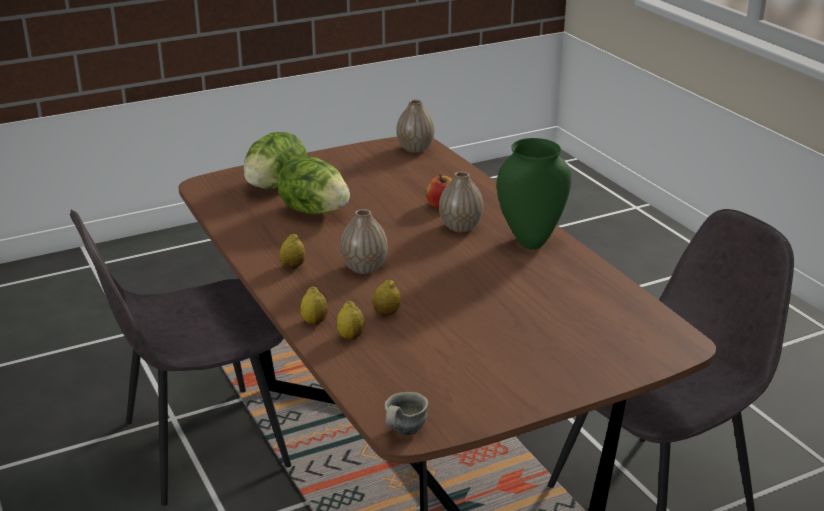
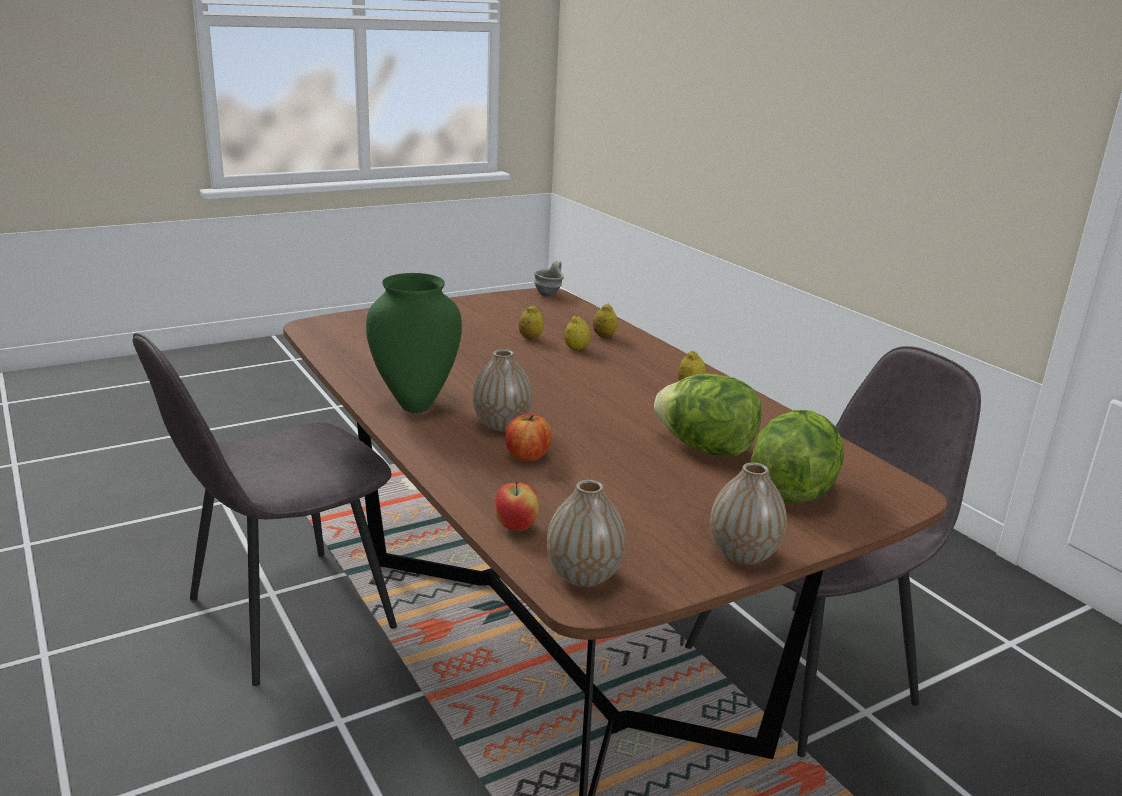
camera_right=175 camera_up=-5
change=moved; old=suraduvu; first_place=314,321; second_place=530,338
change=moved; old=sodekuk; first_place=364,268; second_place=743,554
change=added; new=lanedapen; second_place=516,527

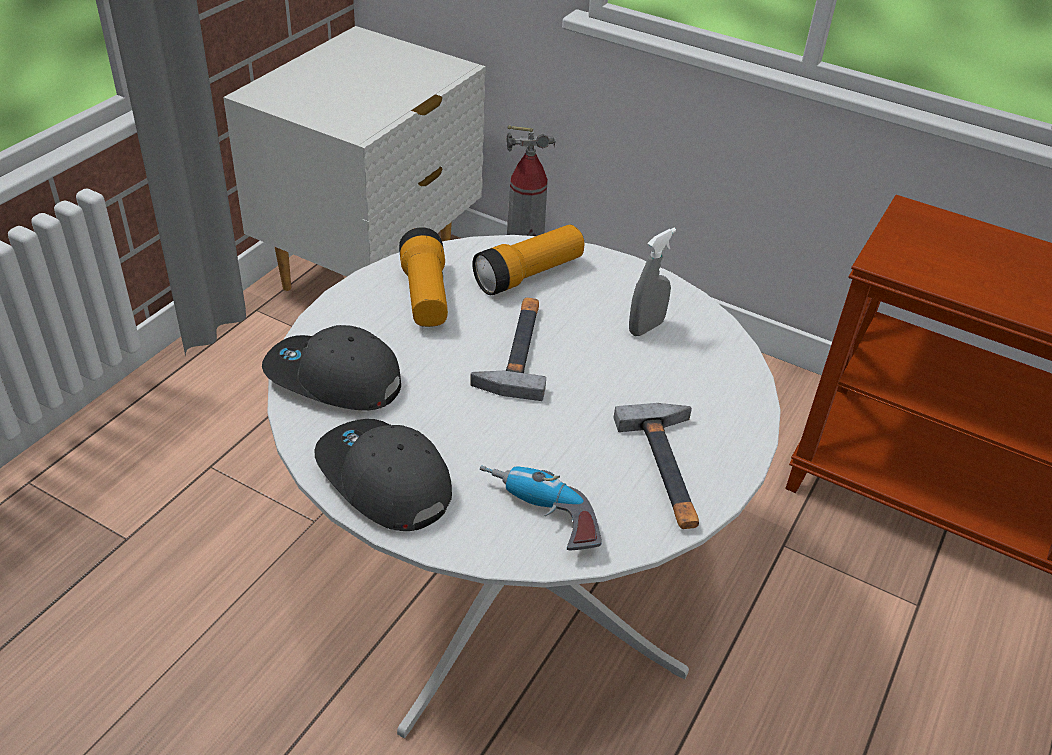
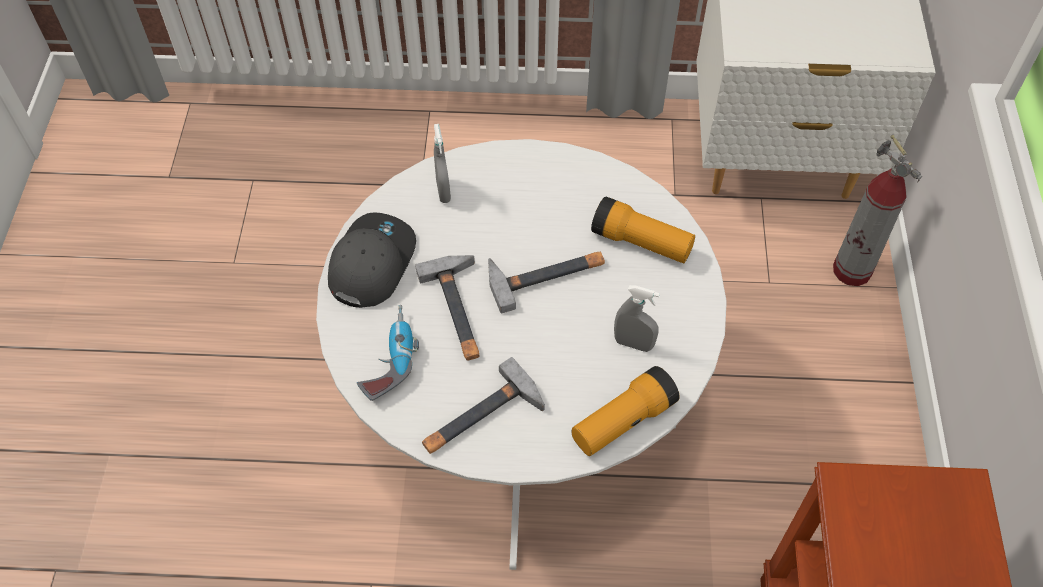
camera_right=65 camera_up=15
change=replaced; old=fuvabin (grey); new=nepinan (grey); first_place=333,379; second_place=443,191
change=moved; old=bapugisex; first_place=425,296; second_place=622,421
change=added; new=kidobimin; second_place=459,310

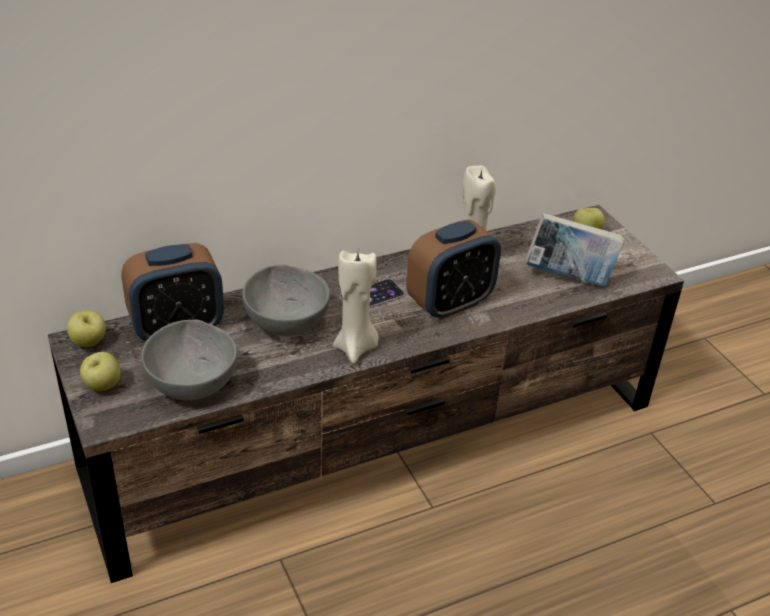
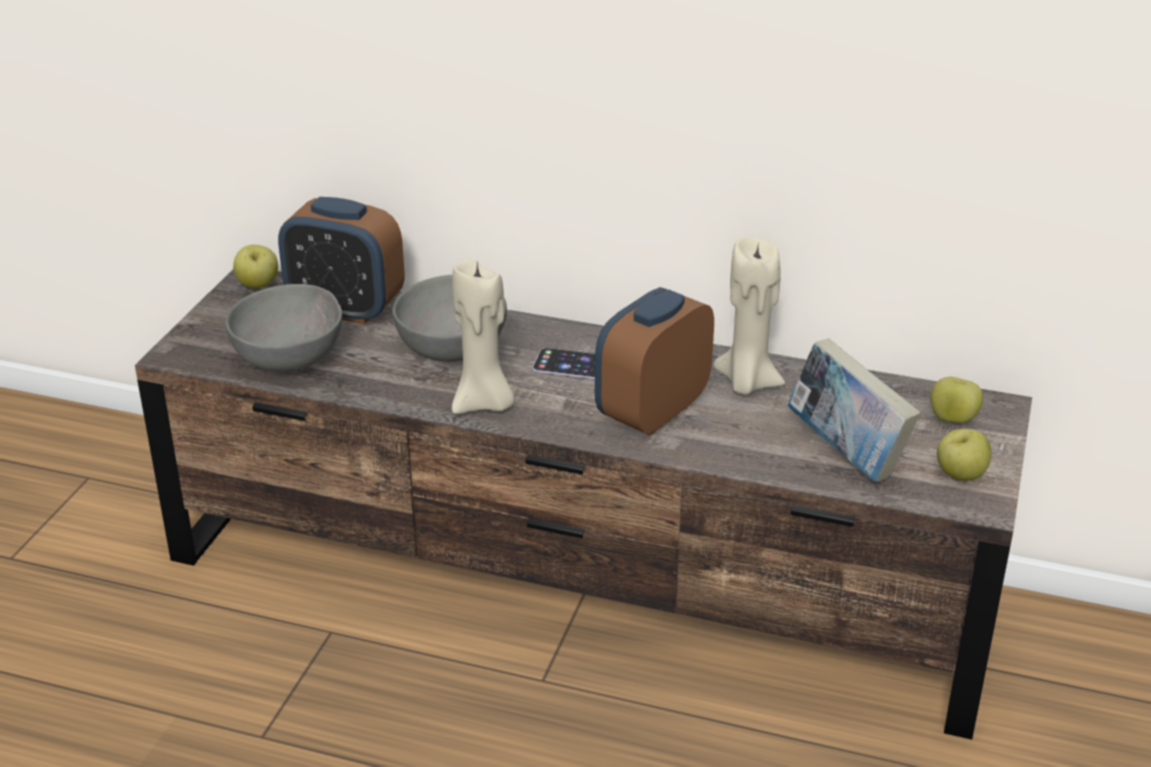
camera_right=45 camera_up=-5
change=moved; old=lanedapen; first_place=103,386; second_place=960,475
change=turned; old=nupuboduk; first_place=450,303; second_place=652,412; degrees=120

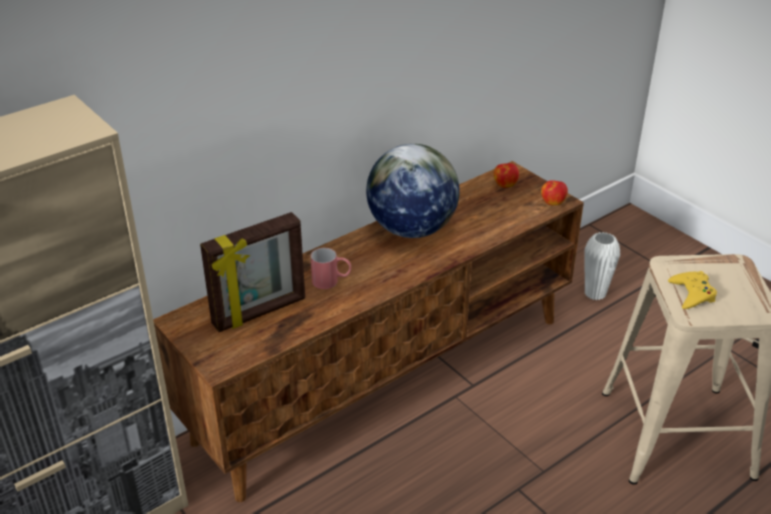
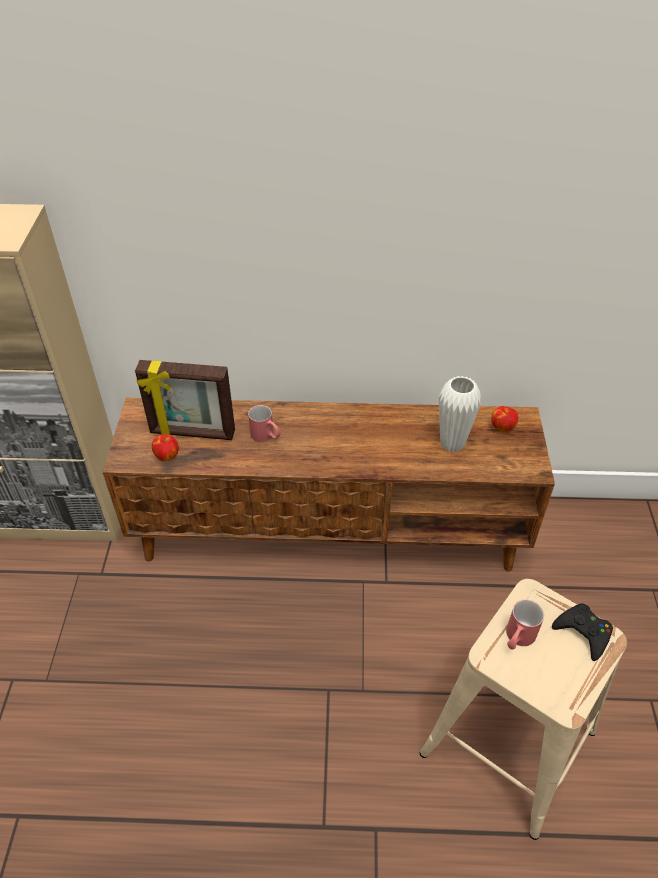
camera_right=40 camera_up=10
change=removed; old=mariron; first_place=411,229
change=moved; old=lanedapen; first_place=553,202; second_place=167,456
change=moved; old=sodekuk (white); first_place=595,293; second_place=452,443
change=replaced; old=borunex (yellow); new=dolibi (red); first_place=692,294; second_place=517,639
change=added; new=borunex (black); second_place=583,632

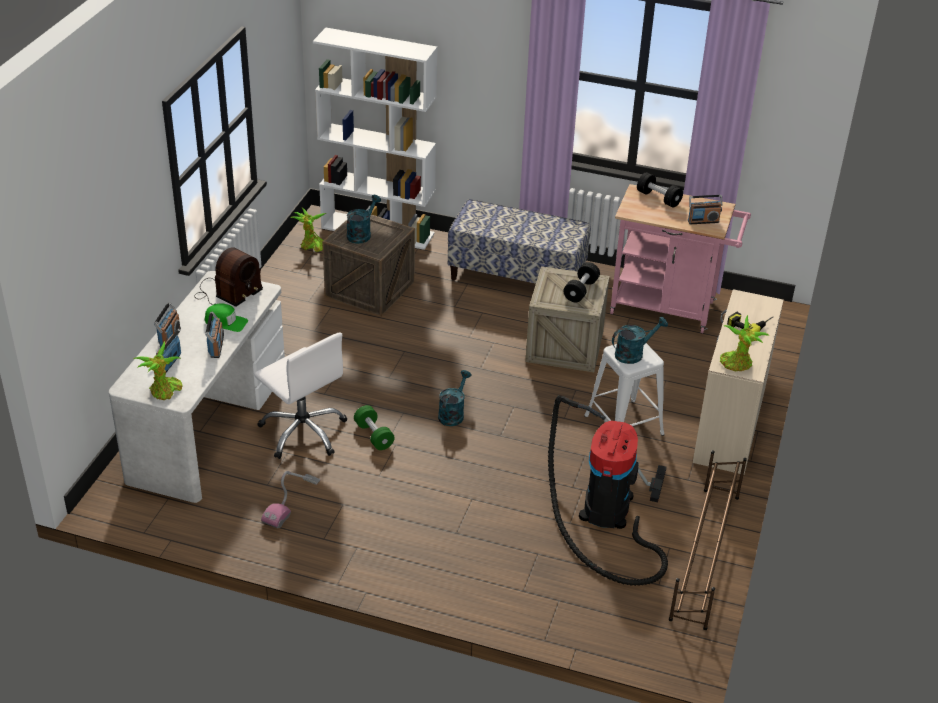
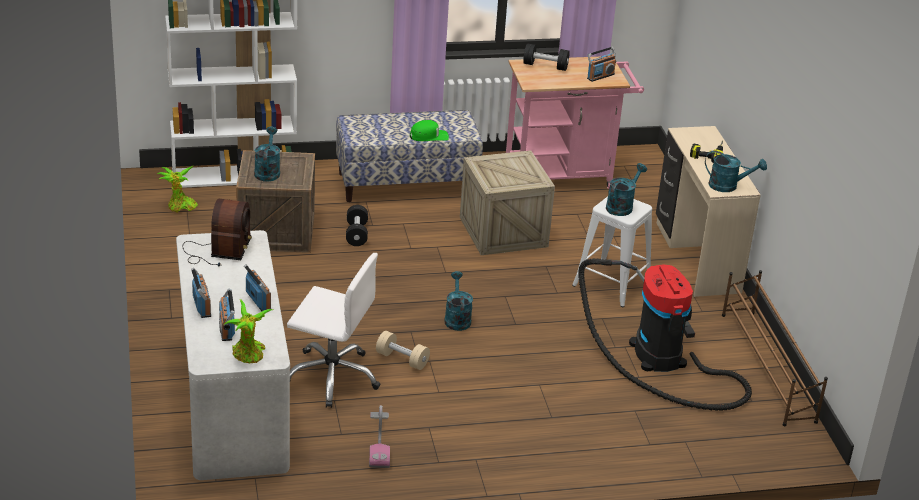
camera_right=-30 camera_up=-5
change=moved; old=fuvabin (green); first_place=226,322; second_place=429,136
change=recoloured; old=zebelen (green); new=zebelen (beige); first_place=374,435; second_place=402,359
change=moved; old=zebelen (black); first_place=581,290; second_place=356,234
change=replaced; old=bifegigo; new=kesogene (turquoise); first_place=737,364; second_place=728,186

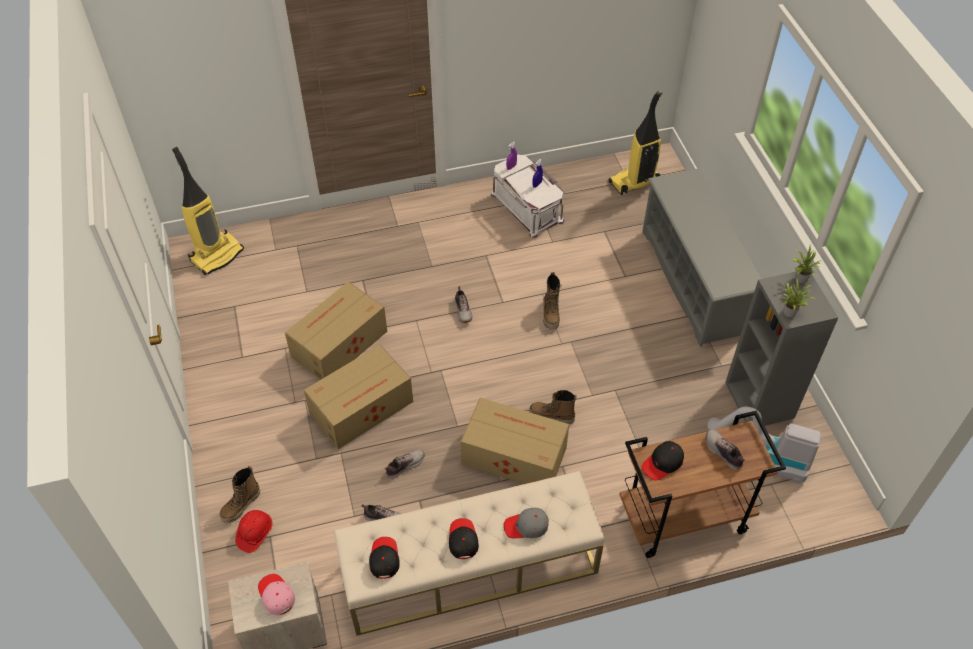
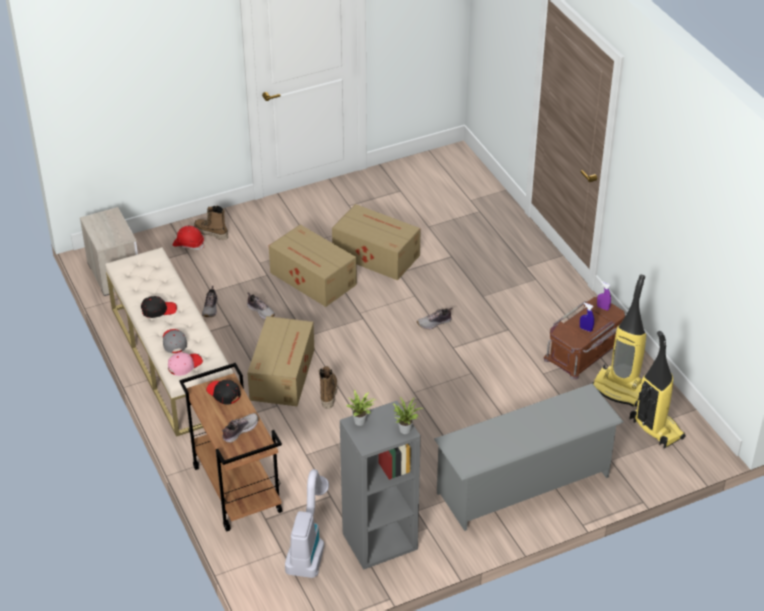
camera_right=80 camera_up=-10
change=moved; old=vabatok; first_place=217,255; second_place=619,389
change=moved; old=fuvabin (pink); first_place=276,595; second_place=184,365
change=removed; old=fuvabin (black); first_place=384,559
change=recoloured; old=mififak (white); new=mififak (brown); first_place=528,207; second_place=585,351
change=removed; old=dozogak; first_place=551,314

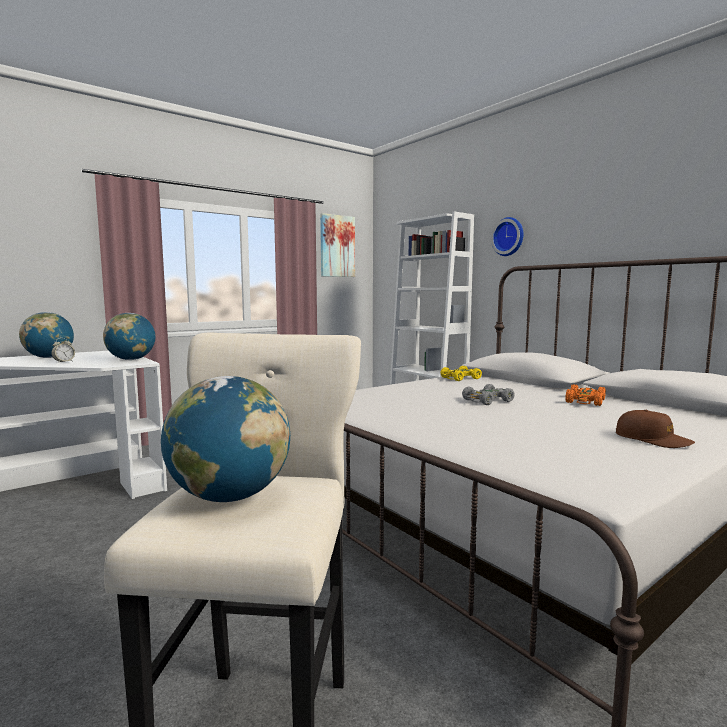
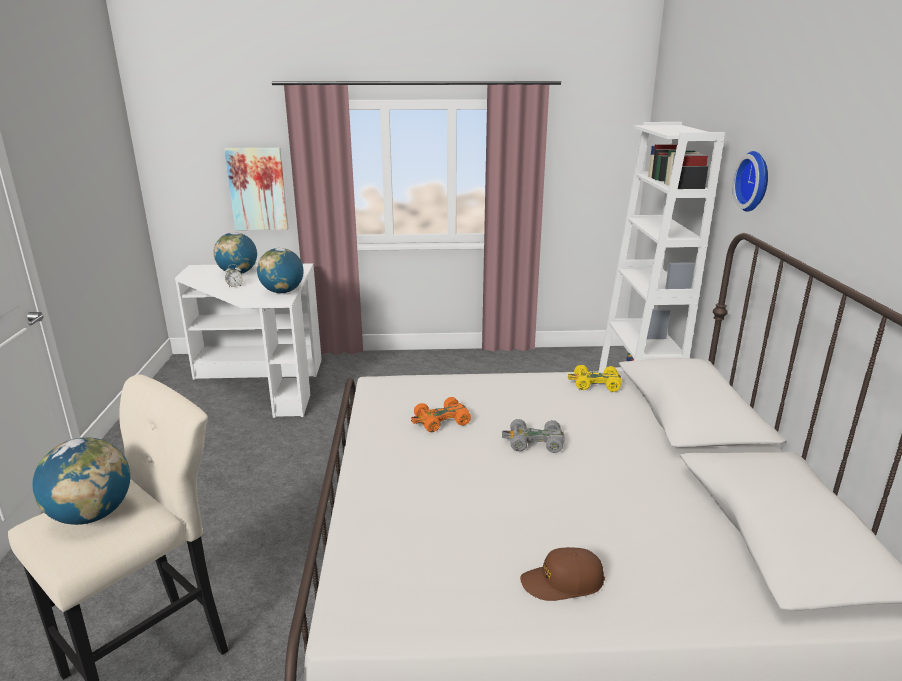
camera_right=35 camera_up=15
change=moved; old=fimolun; first_place=337,246; second_place=257,189
change=moved; old=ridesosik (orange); first_place=585,401; second_place=441,421
change=turned; old=fuvabin (brown); first_place=652,439; second_place=562,582; degrees=90

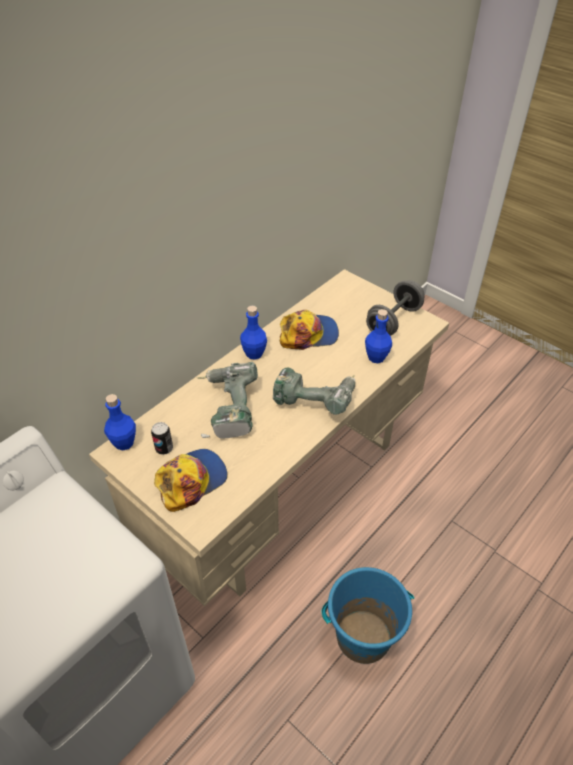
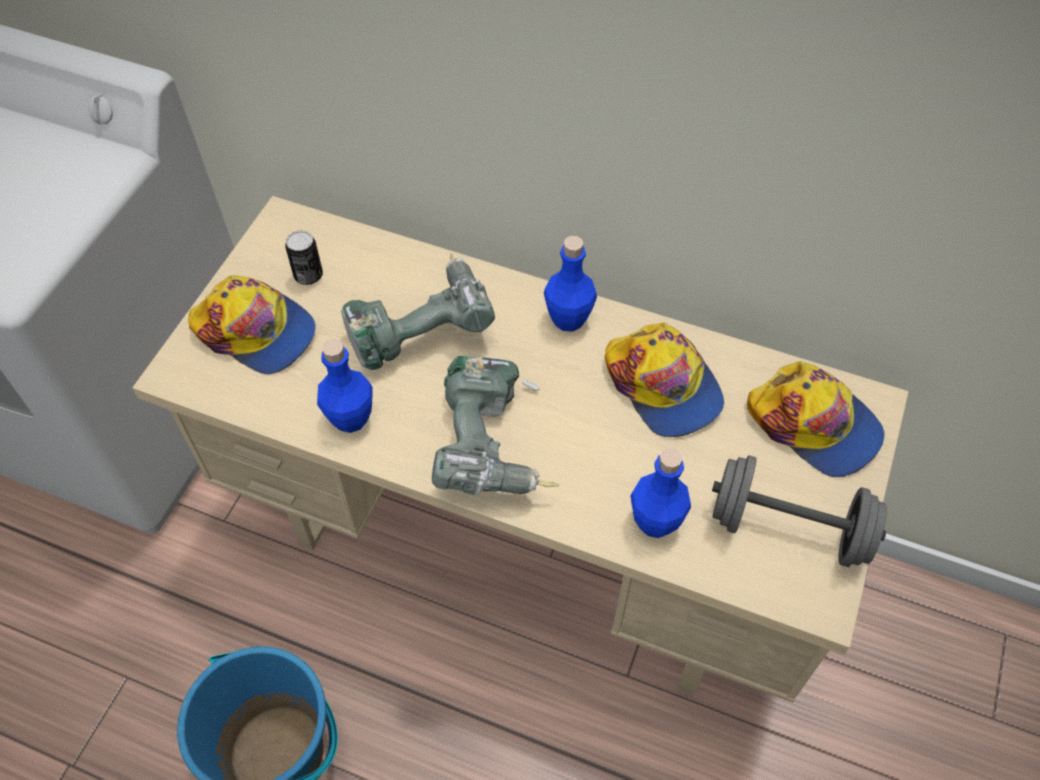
camera_right=70 camera_up=10
change=moved; old=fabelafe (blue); first_place=124,443; second_place=350,418
change=added; new=fuvabin; second_place=814,425

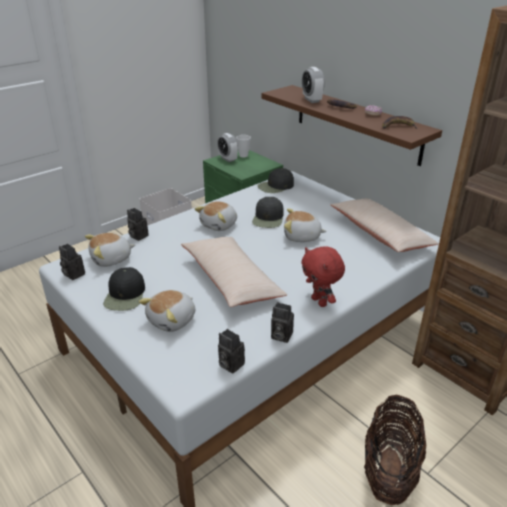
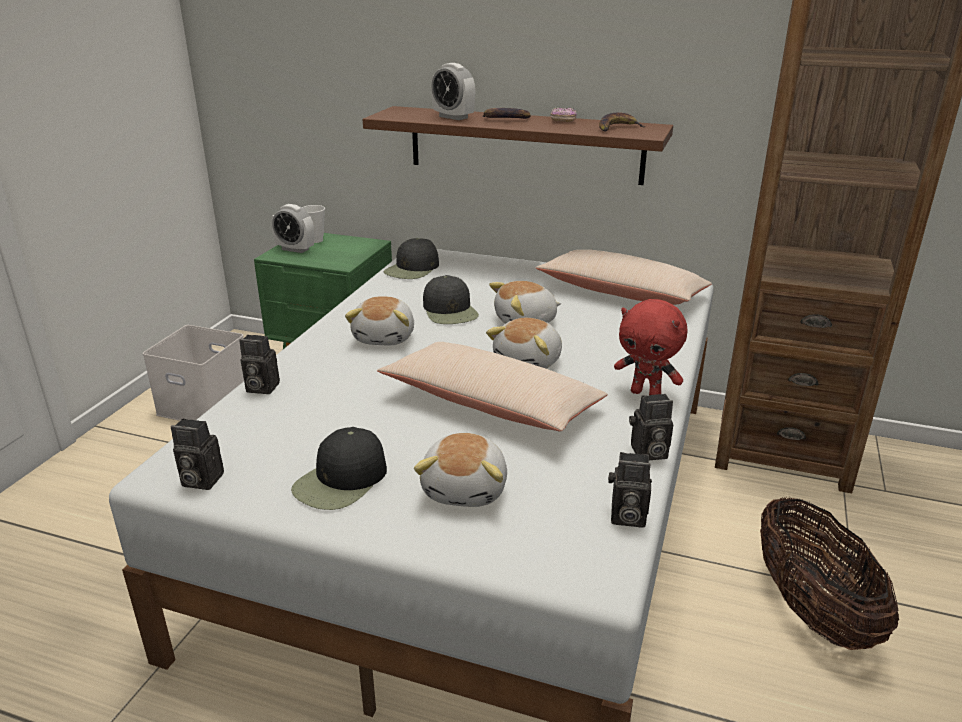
camera_right=-30 camera_up=-5
change=moved; old=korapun; first_place=111,259; second_place=529,361
change=turned; old=fuvabin (black); first_place=125,295; second_place=341,480; degrees=60

